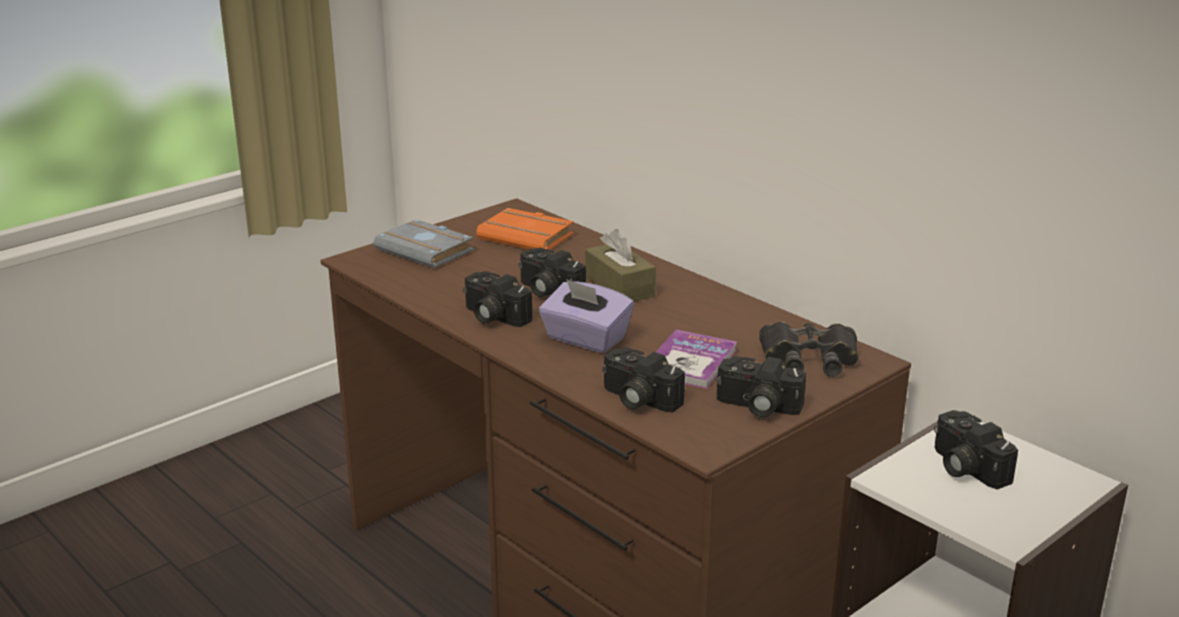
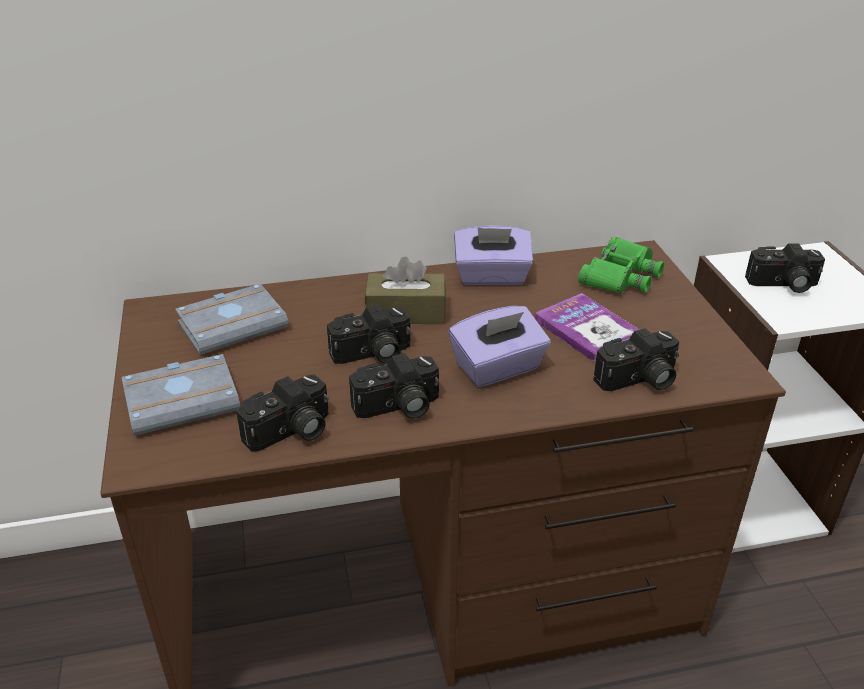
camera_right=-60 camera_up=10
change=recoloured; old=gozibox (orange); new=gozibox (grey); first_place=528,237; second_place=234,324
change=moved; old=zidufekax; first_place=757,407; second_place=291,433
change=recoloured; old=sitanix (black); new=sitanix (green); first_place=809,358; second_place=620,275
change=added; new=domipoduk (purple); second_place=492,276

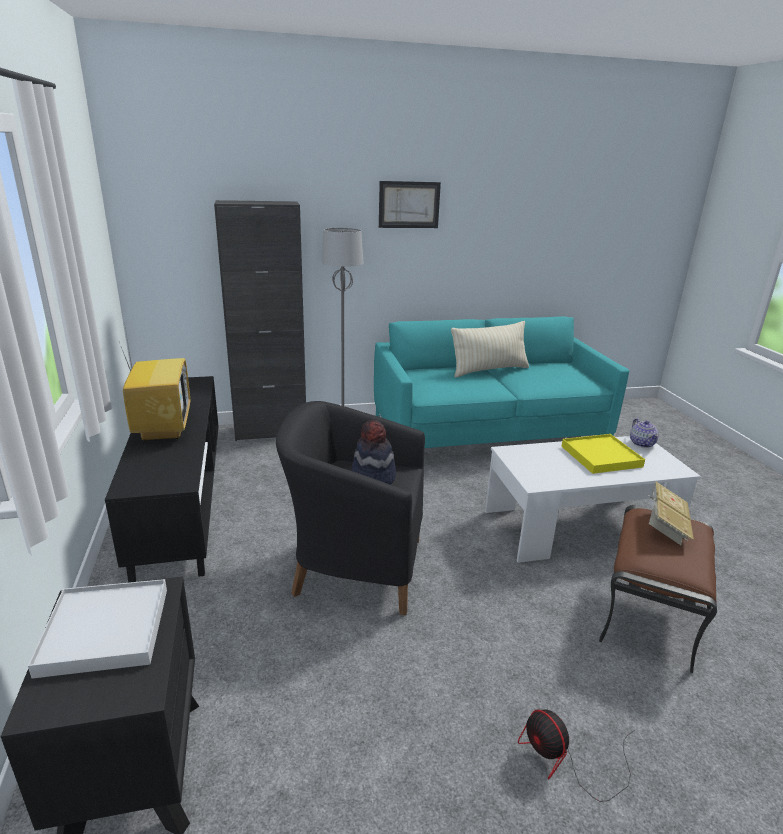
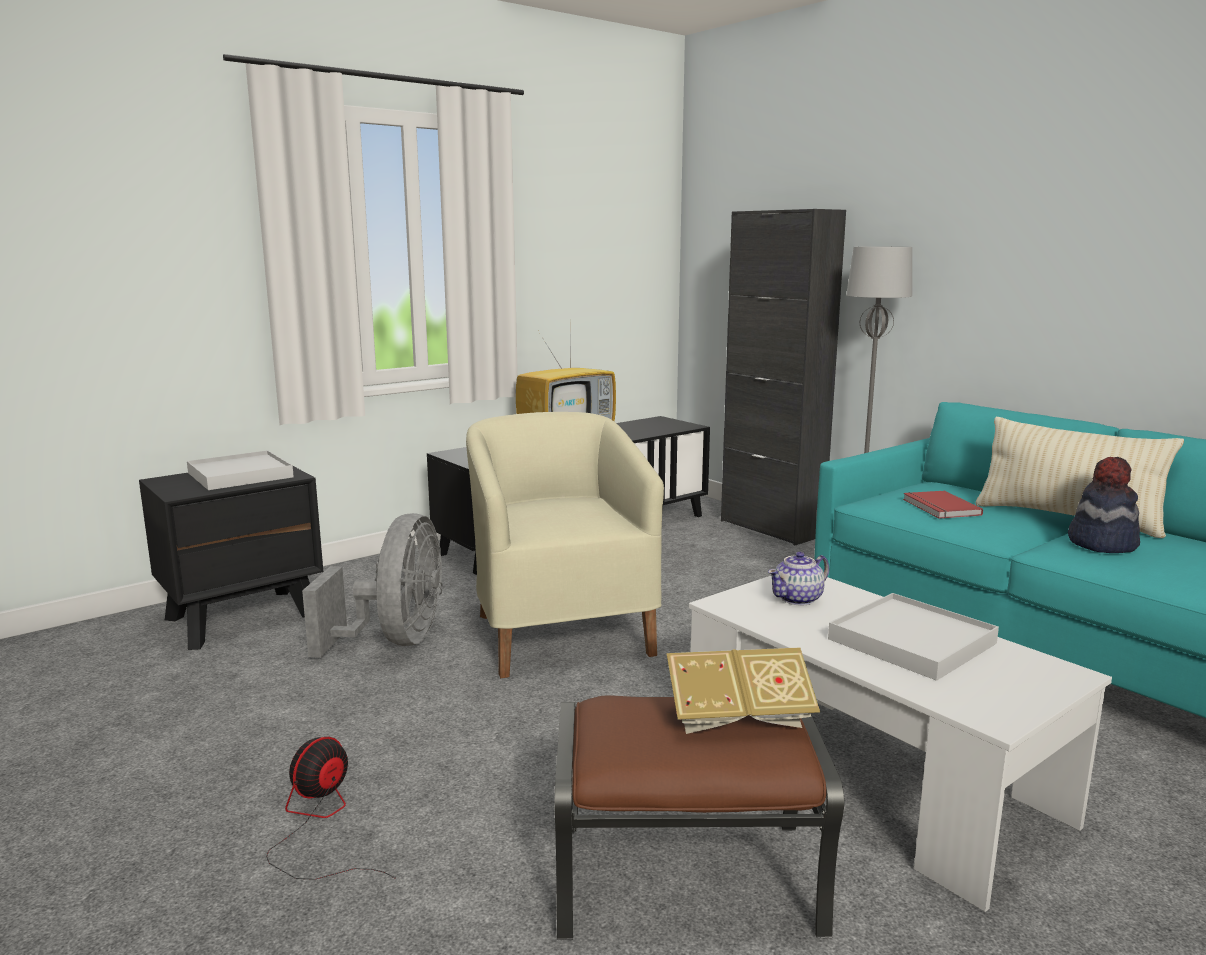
camera_right=65 camera_up=-10
change=recoloured; old=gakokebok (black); new=gakokebok (beige); first_place=355,566; second_place=560,633
change=moved; old=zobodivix; first_place=373,477; second_place=1101,543
change=removed; old=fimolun; first_place=409,204
change=recoloured; old=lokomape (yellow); new=lokomape (white); first_place=601,456; second_place=912,641
change=moved; old=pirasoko; first_place=642,443; second_place=798,599
change=added; new=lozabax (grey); second_place=395,641
change=added; new=gozibox (red); second_place=939,507

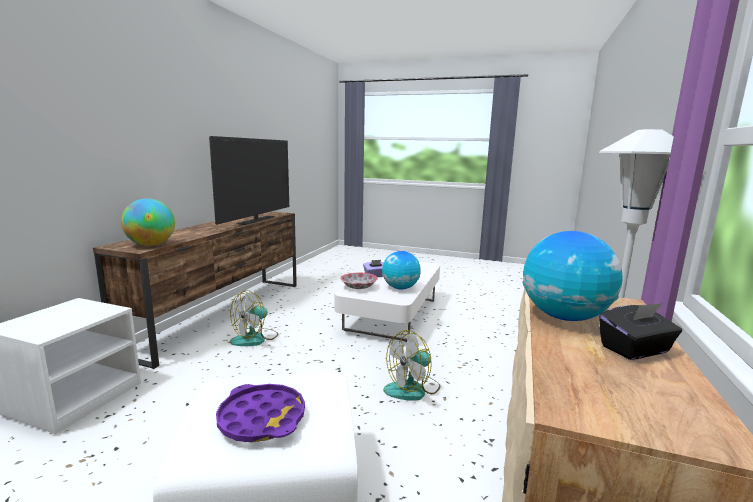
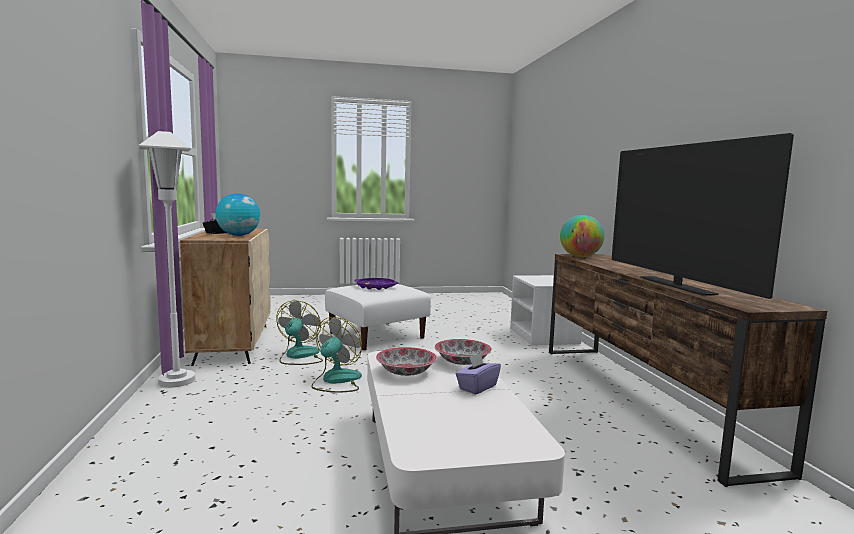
camera_right=150 camera_up=-5
change=moved; old=lozabax; first_place=255,338; second_place=299,356
change=replaced; old=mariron; new=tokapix; first_place=400,288; second_place=405,372

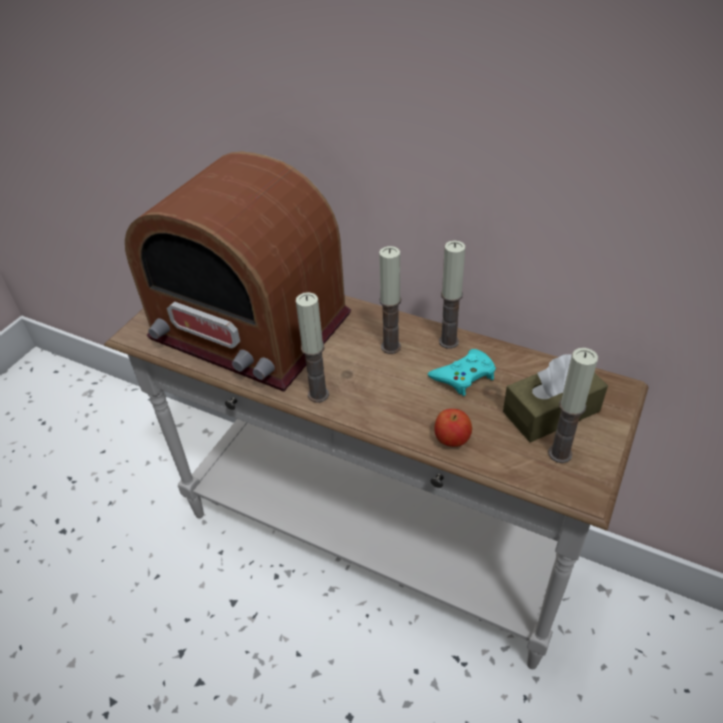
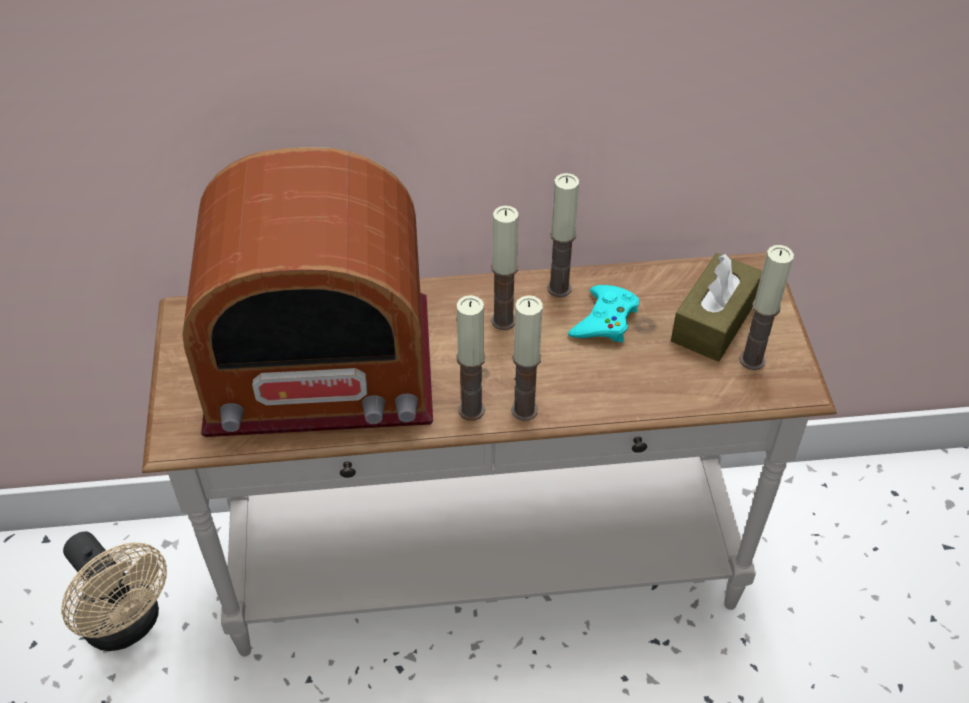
camera_right=-35 camera_up=5
change=removed; old=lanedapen; first_place=452,440
change=added; new=lozabax (beige); second_place=127,625
change=added; new=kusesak; second_place=524,410

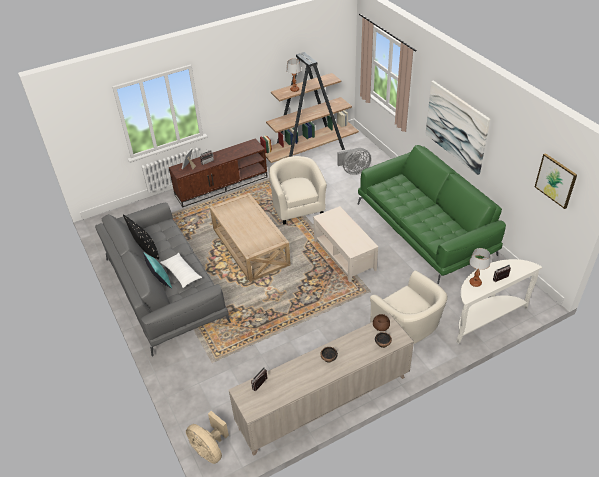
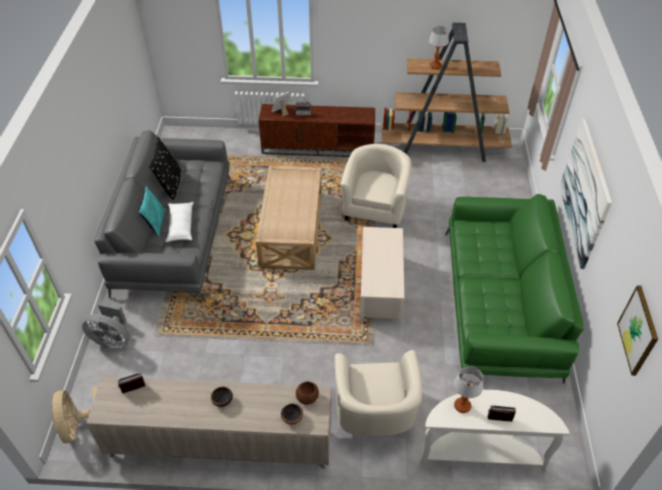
camera_right=30 camera_up=5
change=moved; old=lozabax (grey); first_place=354,171; second_place=112,339

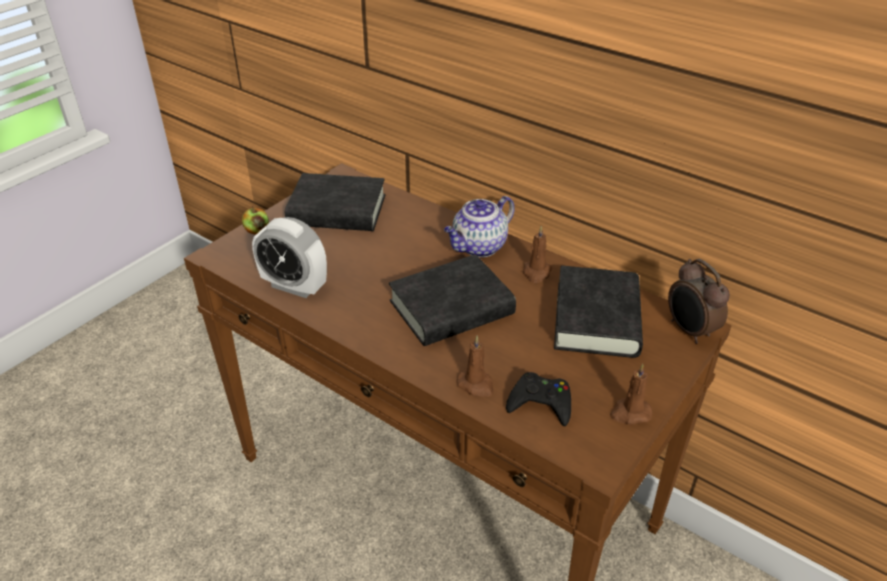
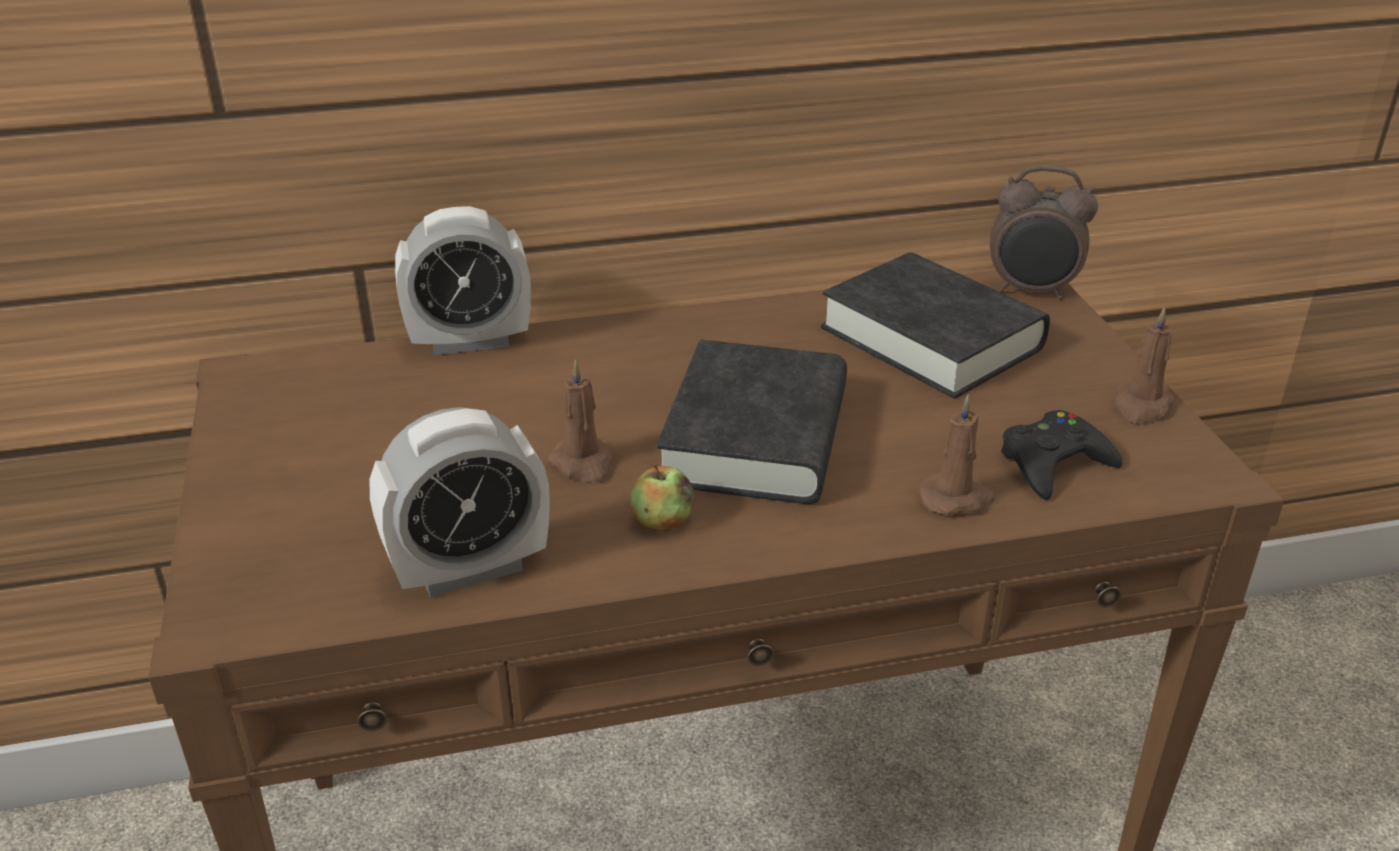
camera_right=-50 camera_up=-5
change=moved; old=lanedapen; first_place=257,231; second_place=662,521
change=removed; old=gozibox (black); first_place=337,211
change=removed; old=pirasoko; first_place=478,247
change=moved; old=kusesak (brown); first_place=536,273; second_place=584,464
change=added; new=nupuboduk; second_place=470,341

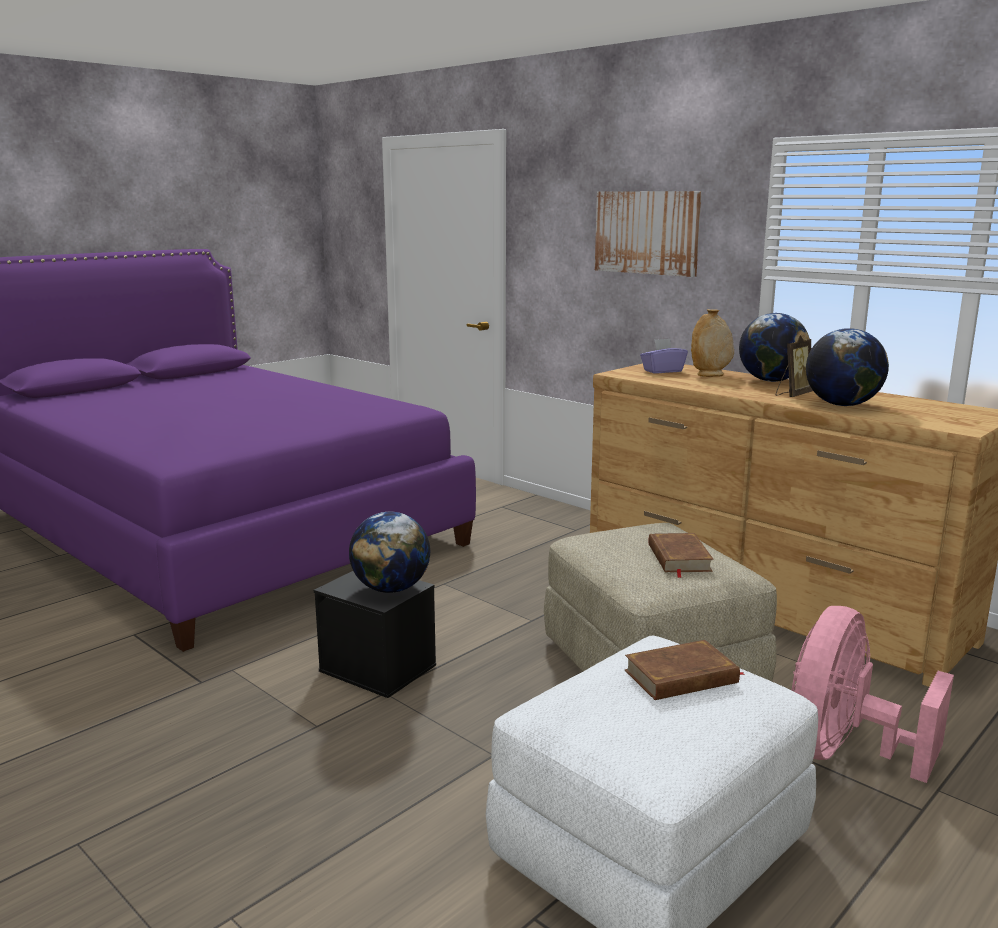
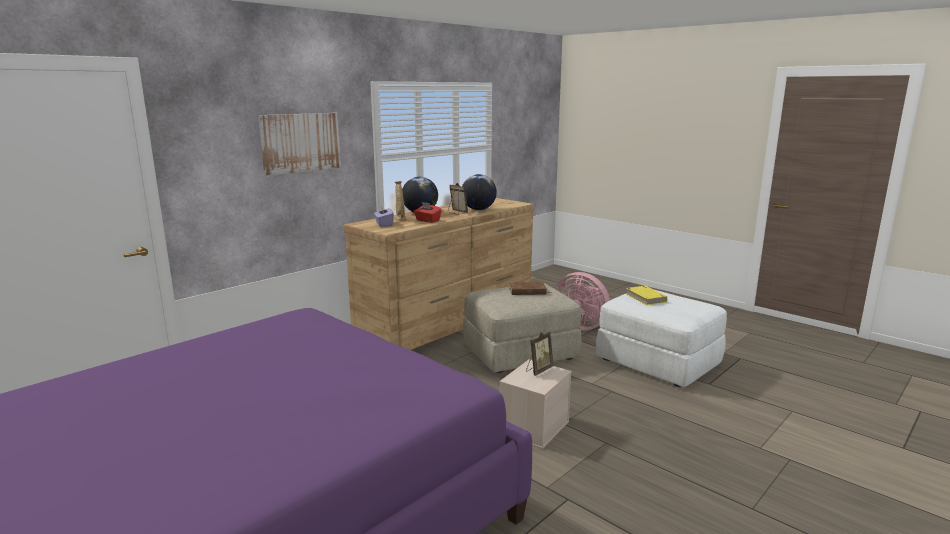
camera_right=-90 camera_up=0
change=recoloured; old=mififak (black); new=mififak (beige); first_place=379,668; second_place=534,427
change=replaced; old=mariron; new=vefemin; first_place=391,589; second_place=538,370
change=recoloured; old=gozibox (brown); new=gozibox (yellow); first_place=681,677; second_place=645,298
change=added; new=domipoduk (red); second_place=427,221

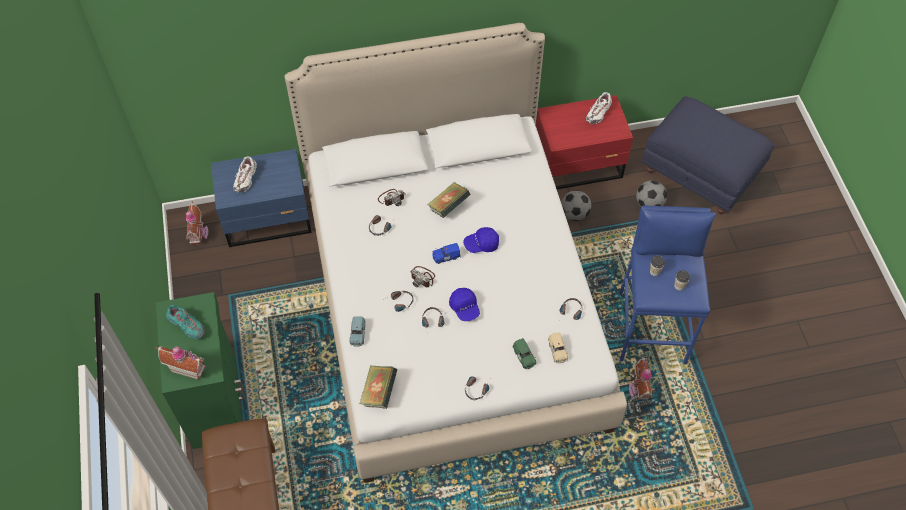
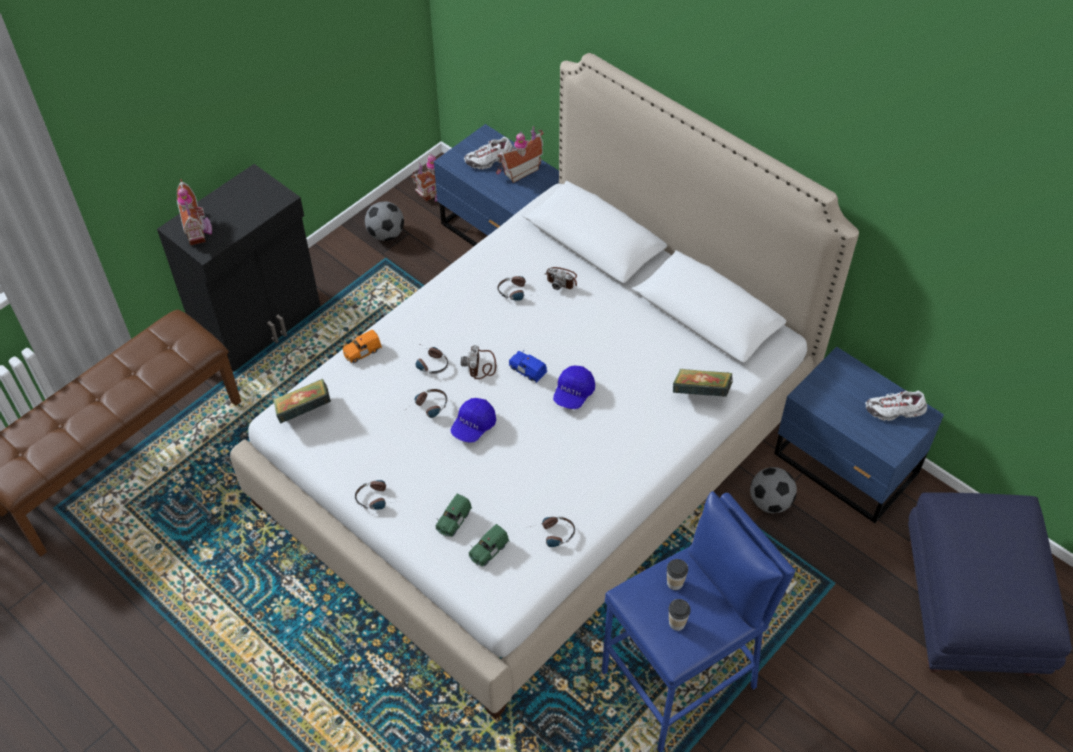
camera_right=55 camera_up=-5
change=recoloured; old=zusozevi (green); new=zusozevi (black); first_place=216,400; second_place=260,323
change=removed; old=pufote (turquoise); first_place=187,326
change=recoloured; old=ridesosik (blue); new=ridesosik (orange); first_place=357,335; second_place=362,352
change=moved; old=gozibox; first_place=448,207; second_place=701,393
change=turned; old=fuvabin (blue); first_place=481,244; second_place=573,393; degrees=-105
change=recoloured; old=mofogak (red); new=mofogak (blue); first_place=579,165; second_place=846,466
change=recoloured; old=ridesosik (beige); new=ridesosik (green); first_place=557,351; second_place=488,550
change=moved; old=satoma; first_place=638,389; second_place=519,170
change=moved; old=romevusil; first_place=649,204; second_place=386,234

